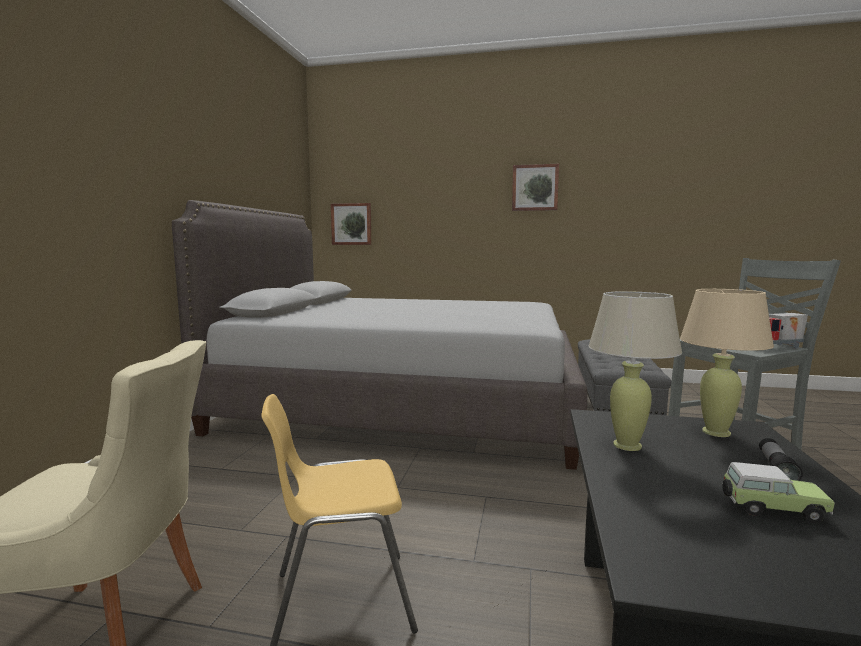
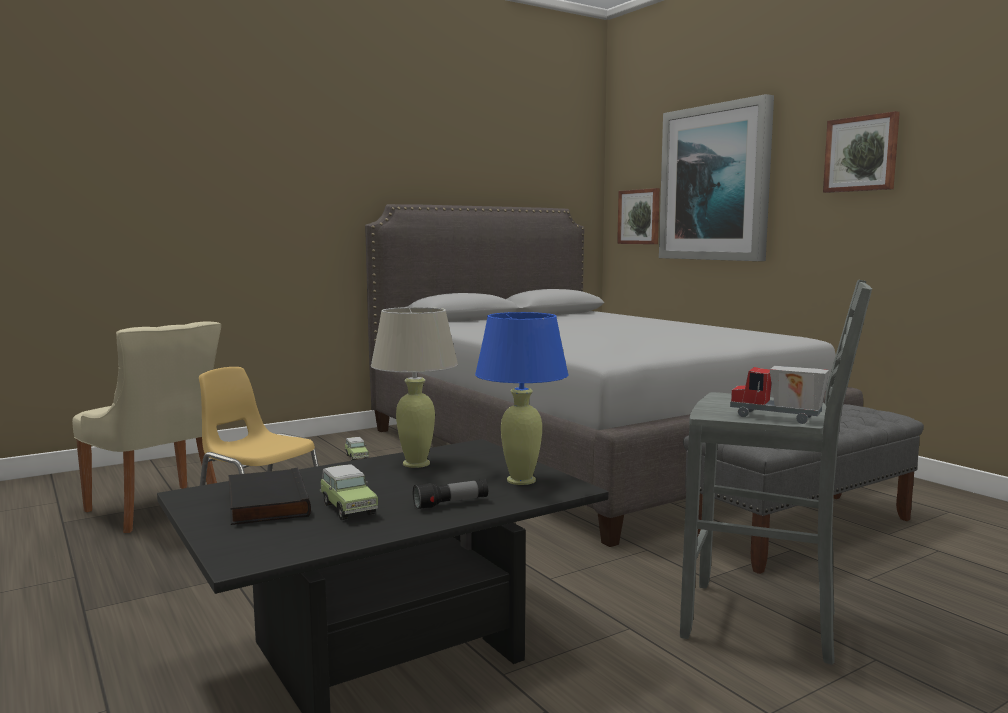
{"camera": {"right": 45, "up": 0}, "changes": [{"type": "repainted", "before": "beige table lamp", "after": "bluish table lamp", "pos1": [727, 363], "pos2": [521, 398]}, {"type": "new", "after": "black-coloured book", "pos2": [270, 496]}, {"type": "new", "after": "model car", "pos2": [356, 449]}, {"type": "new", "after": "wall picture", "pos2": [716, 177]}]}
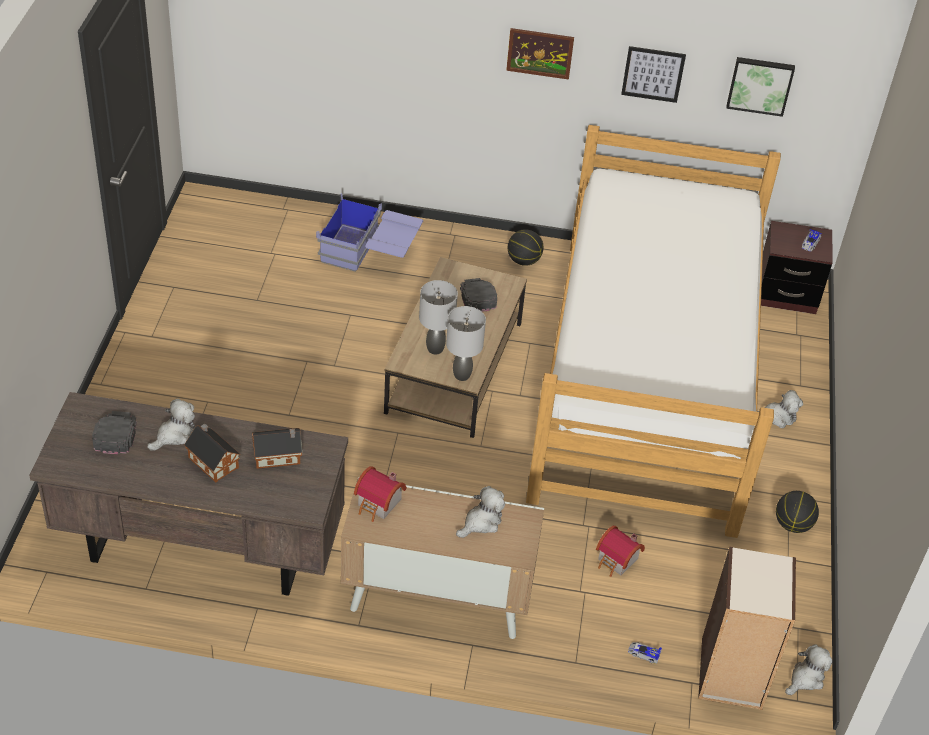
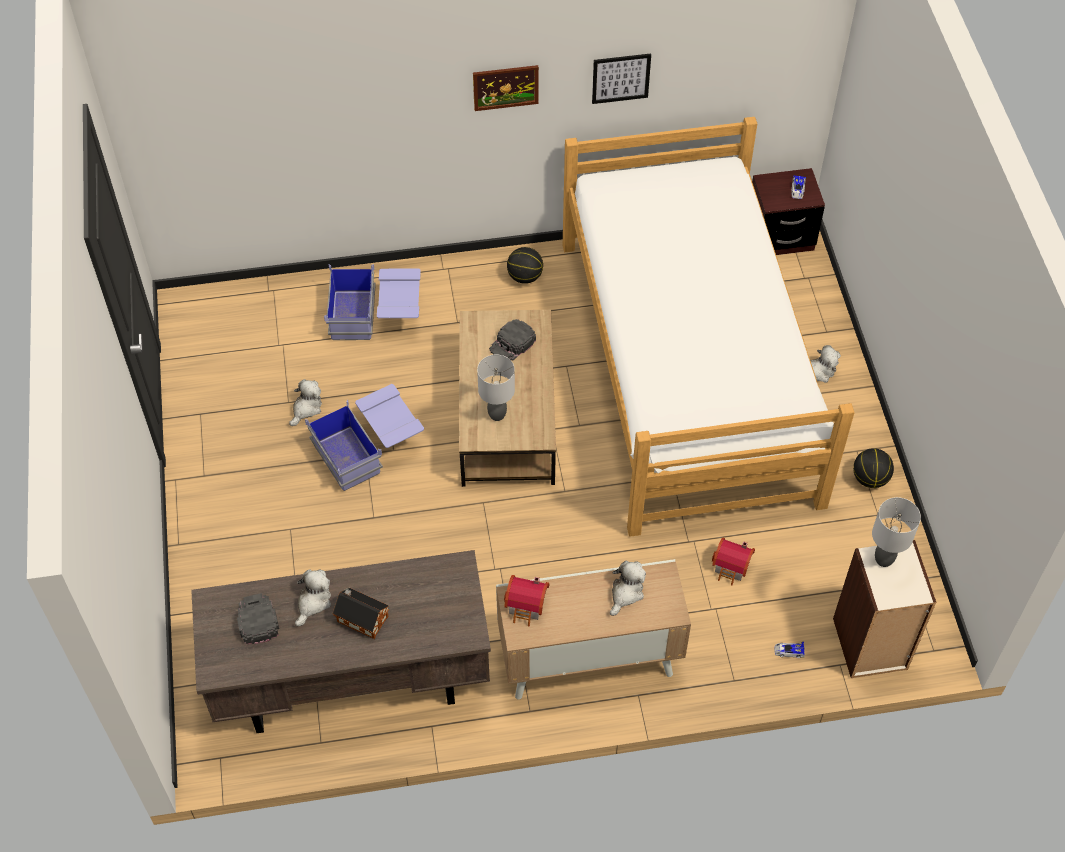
{"camera": {"right": -15, "up": 10}, "changes": [{"type": "gone", "before": "toy house", "pos1": [277, 448]}, {"type": "shifted", "before": "greyish table lamp", "pos1": [466, 343], "pos2": [896, 532]}, {"type": "rotated", "before": "black-coloured cap", "pos1": [478, 295], "pos2": [512, 340], "turn": -105}, {"type": "gone", "before": "wall picture", "pos1": [760, 87]}, {"type": "shifted", "before": "soft toy", "pos1": [808, 669], "pos2": [305, 402]}, {"type": "new", "after": "bluish storage box", "pos2": [364, 437]}]}
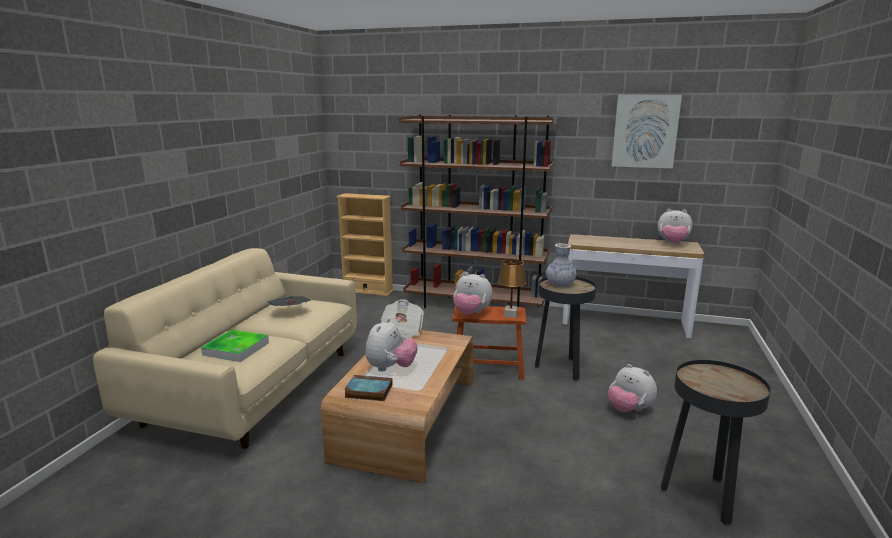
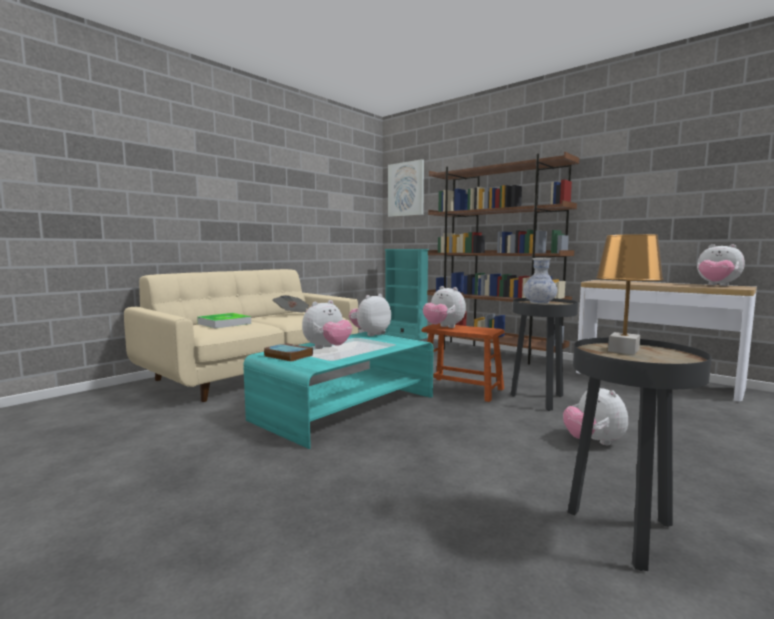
{"camera": {"right": 25, "up": -10}, "changes": [{"type": "repainted", "before": "brownish low table", "after": "blue-green low table", "pos1": [397, 406], "pos2": [338, 390]}, {"type": "repainted", "before": "beige shelving unit", "after": "blue-green shelving unit", "pos1": [365, 244], "pos2": [406, 294]}, {"type": "swapped", "before": "printed paper", "after": "soft toy", "pos1": [402, 319], "pos2": [370, 315]}, {"type": "shifted", "before": "brownish table lamp", "pos1": [512, 288], "pos2": [630, 294]}, {"type": "shifted", "before": "wall picture", "pos1": [647, 131], "pos2": [406, 188]}]}
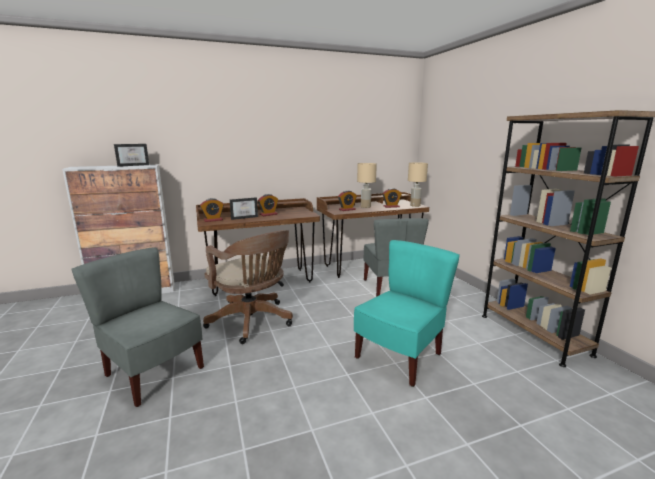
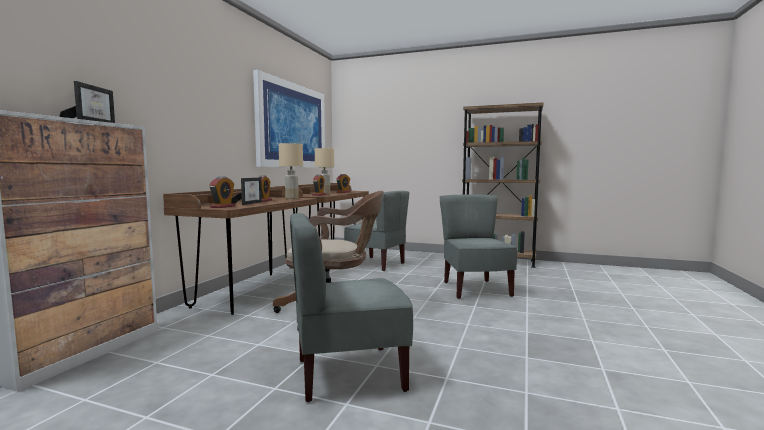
{"camera": {"right": -50, "up": -10}, "changes": [{"type": "repainted", "before": "blue-green upright chair", "after": "greyish upright chair", "pos1": [407, 313], "pos2": [478, 246]}, {"type": "shifted", "before": "beige table lamp", "pos1": [418, 184], "pos2": [291, 171]}, {"type": "new", "after": "wall picture", "pos2": [289, 119]}]}
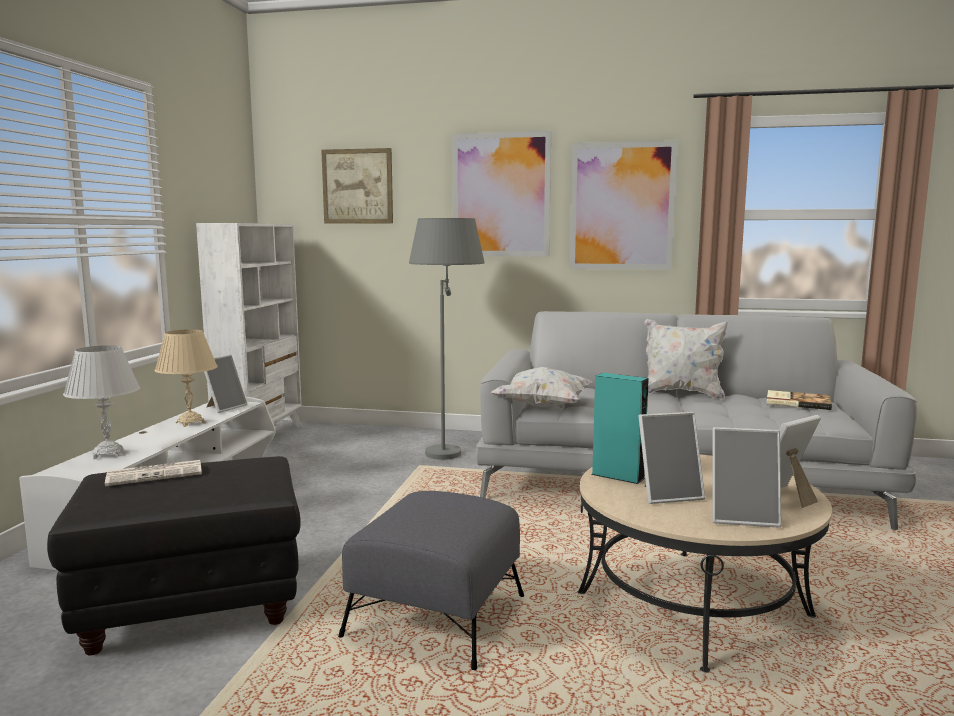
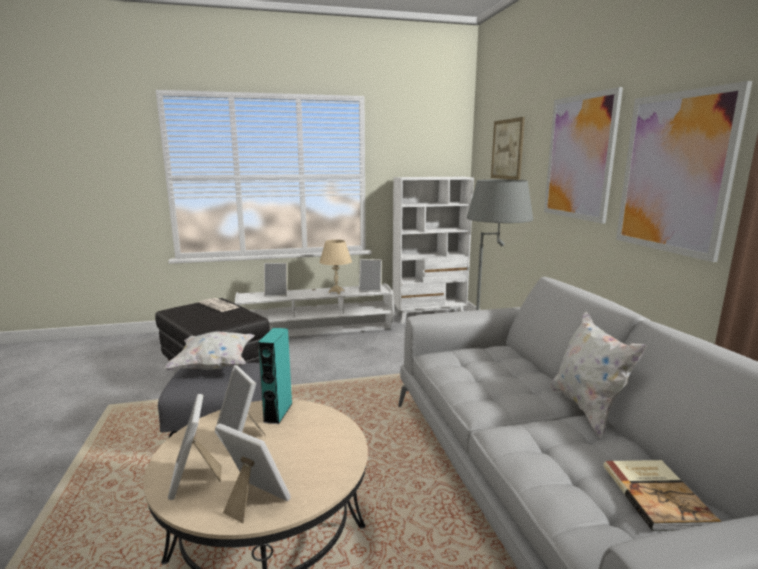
{"camera": {"right": 65, "up": 5}, "changes": [{"type": "swapped", "before": "white-coloured table lamp", "after": "picture frame", "pos1": [101, 402], "pos2": [275, 279]}, {"type": "shifted", "before": "white-coloured pillow", "pos1": [541, 387], "pos2": [209, 350]}]}
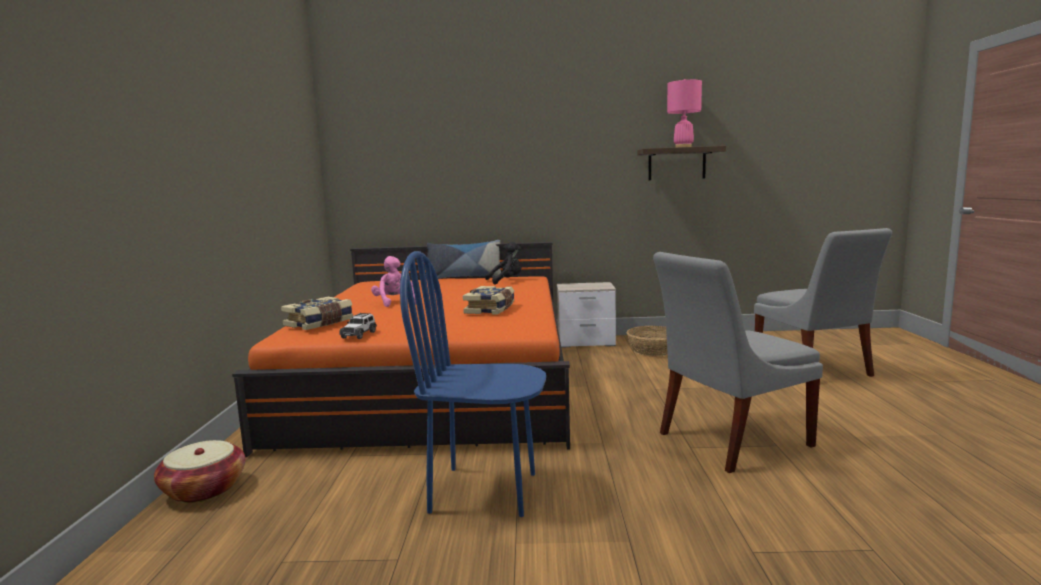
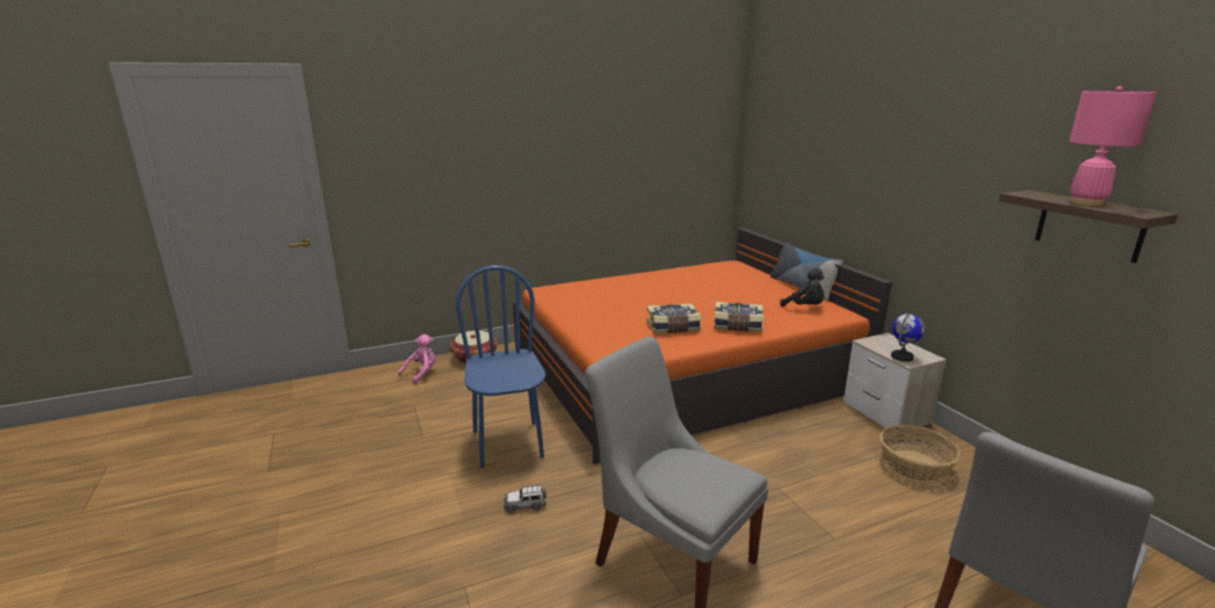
{"camera": {"right": 65, "up": 10}, "changes": [{"type": "shifted", "before": "book", "pos1": [317, 313], "pos2": [739, 317]}, {"type": "shifted", "before": "model car", "pos1": [358, 326], "pos2": [525, 499]}, {"type": "shifted", "before": "pink-coloured soft toy", "pos1": [393, 281], "pos2": [417, 359]}, {"type": "new", "after": "globe", "pos2": [908, 337]}]}
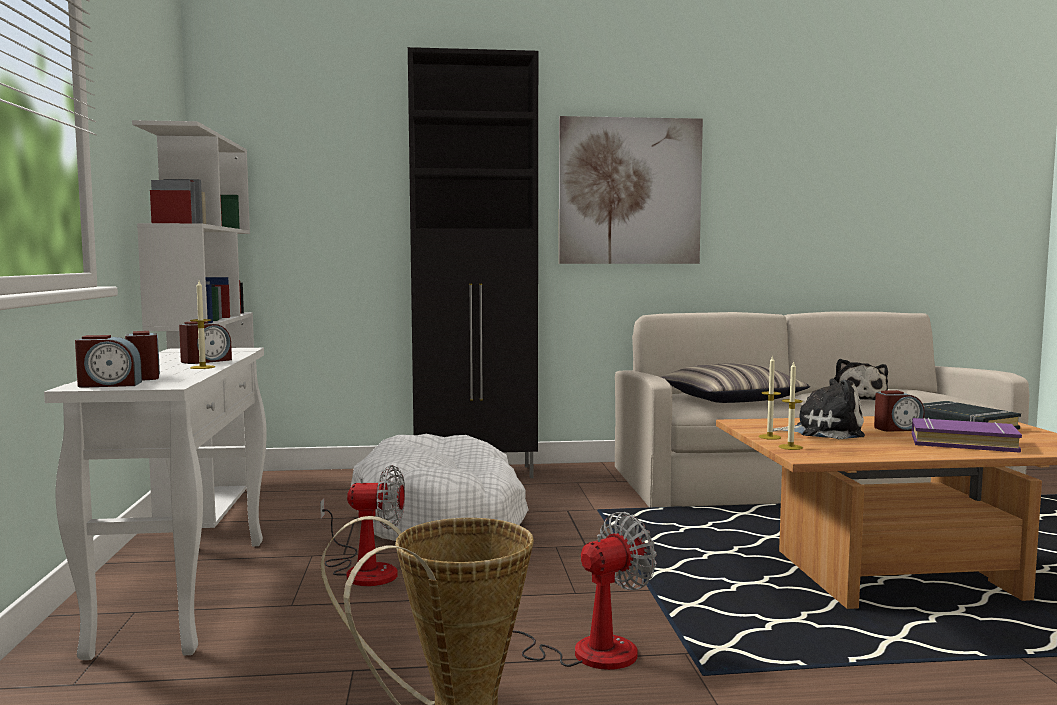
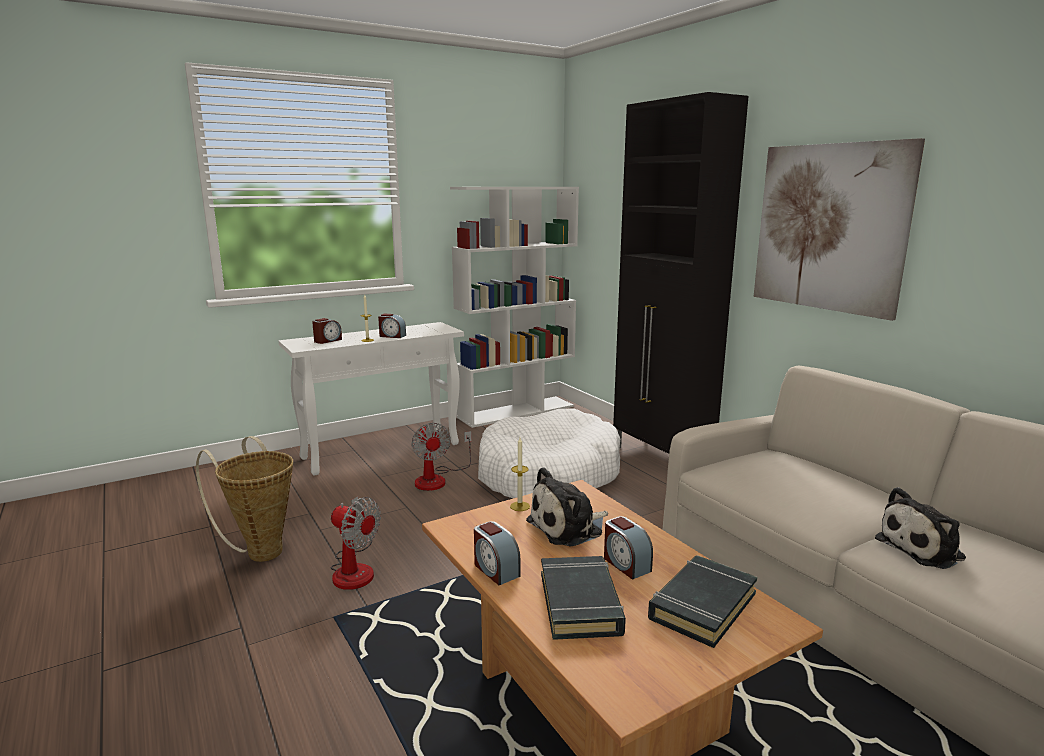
{"camera": {"right": 65, "up": 10}, "changes": [{"type": "shifted", "before": "table clock", "pos1": [108, 361], "pos2": [497, 553]}, {"type": "gone", "before": "pillow", "pos1": [735, 383]}, {"type": "rotated", "before": "soft toy", "pos1": [819, 409], "pos2": [567, 507], "turn": 75}, {"type": "gone", "before": "wax light", "pos1": [791, 405]}, {"type": "repainted", "before": "purple book", "after": "black-coloured book", "pos1": [967, 435], "pos2": [583, 598]}]}
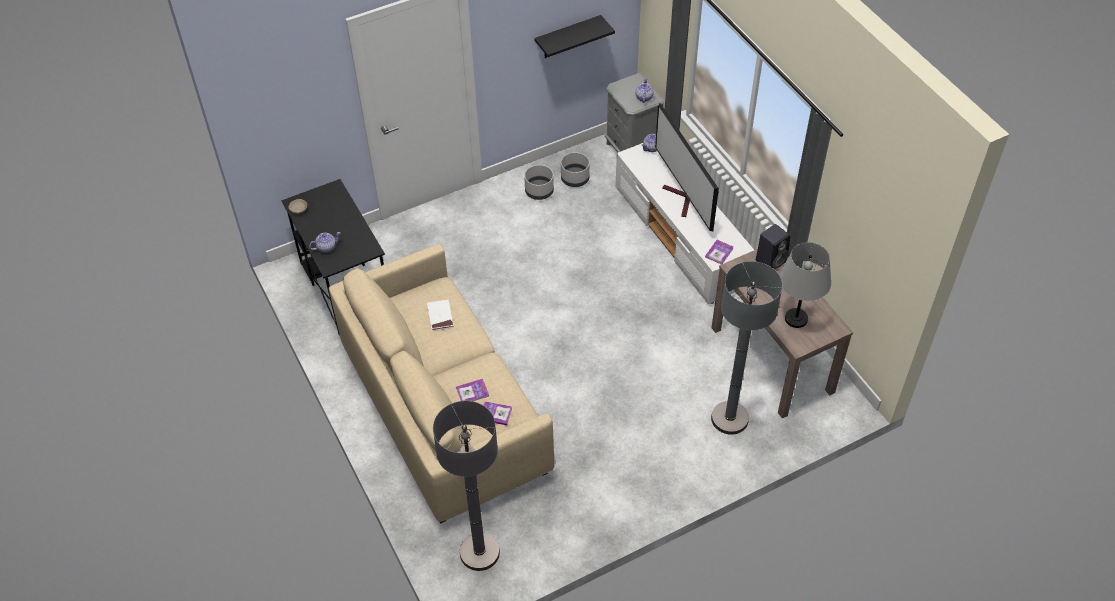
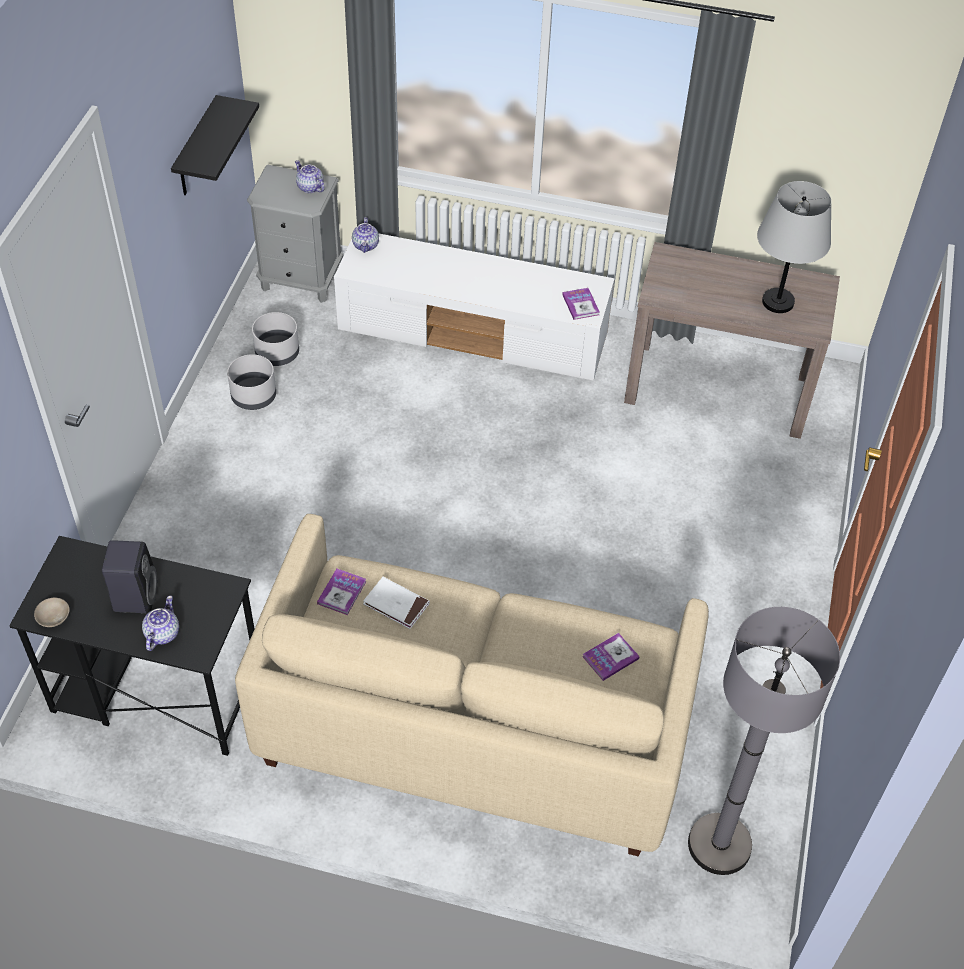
{"camera": {"right": -50, "up": 0}, "changes": [{"type": "shifted", "before": "book", "pos1": [472, 390], "pos2": [342, 592]}, {"type": "gone", "before": "TV set", "pos1": [687, 167]}, {"type": "gone", "before": "greyish standing lamp", "pos1": [747, 348]}, {"type": "shifted", "before": "black-coloured audio speaker", "pos1": [773, 247], "pos2": [130, 576]}]}
